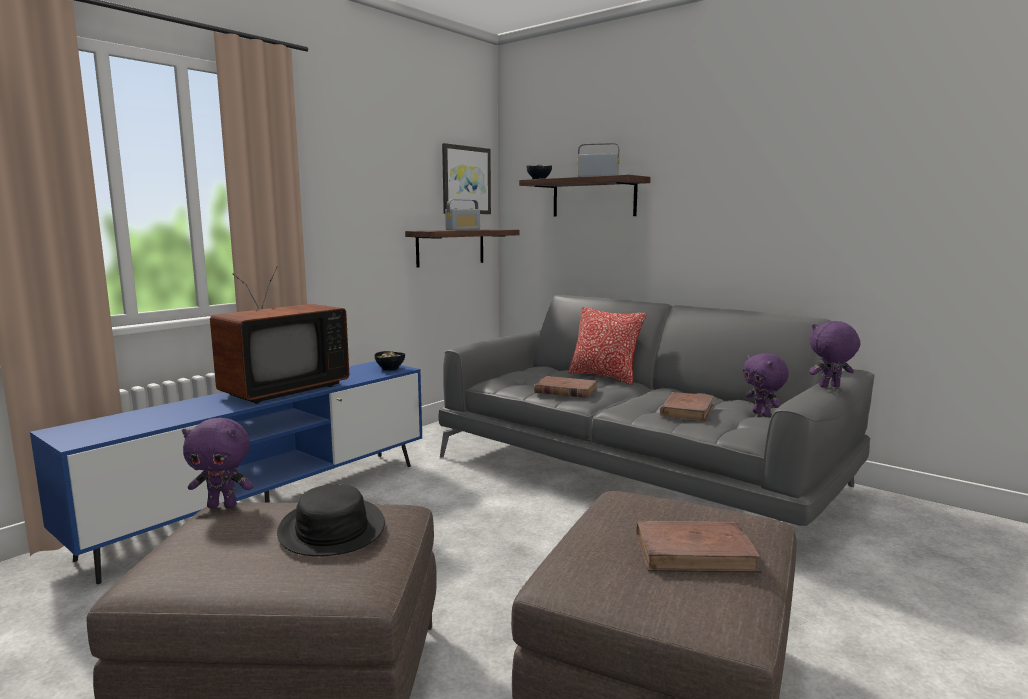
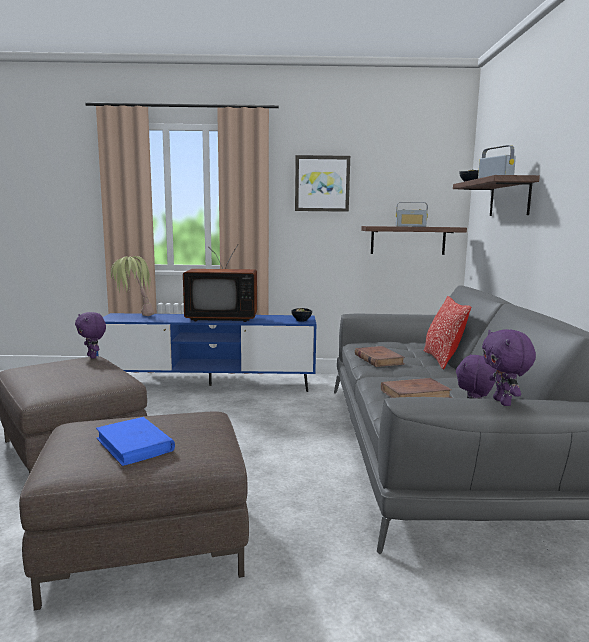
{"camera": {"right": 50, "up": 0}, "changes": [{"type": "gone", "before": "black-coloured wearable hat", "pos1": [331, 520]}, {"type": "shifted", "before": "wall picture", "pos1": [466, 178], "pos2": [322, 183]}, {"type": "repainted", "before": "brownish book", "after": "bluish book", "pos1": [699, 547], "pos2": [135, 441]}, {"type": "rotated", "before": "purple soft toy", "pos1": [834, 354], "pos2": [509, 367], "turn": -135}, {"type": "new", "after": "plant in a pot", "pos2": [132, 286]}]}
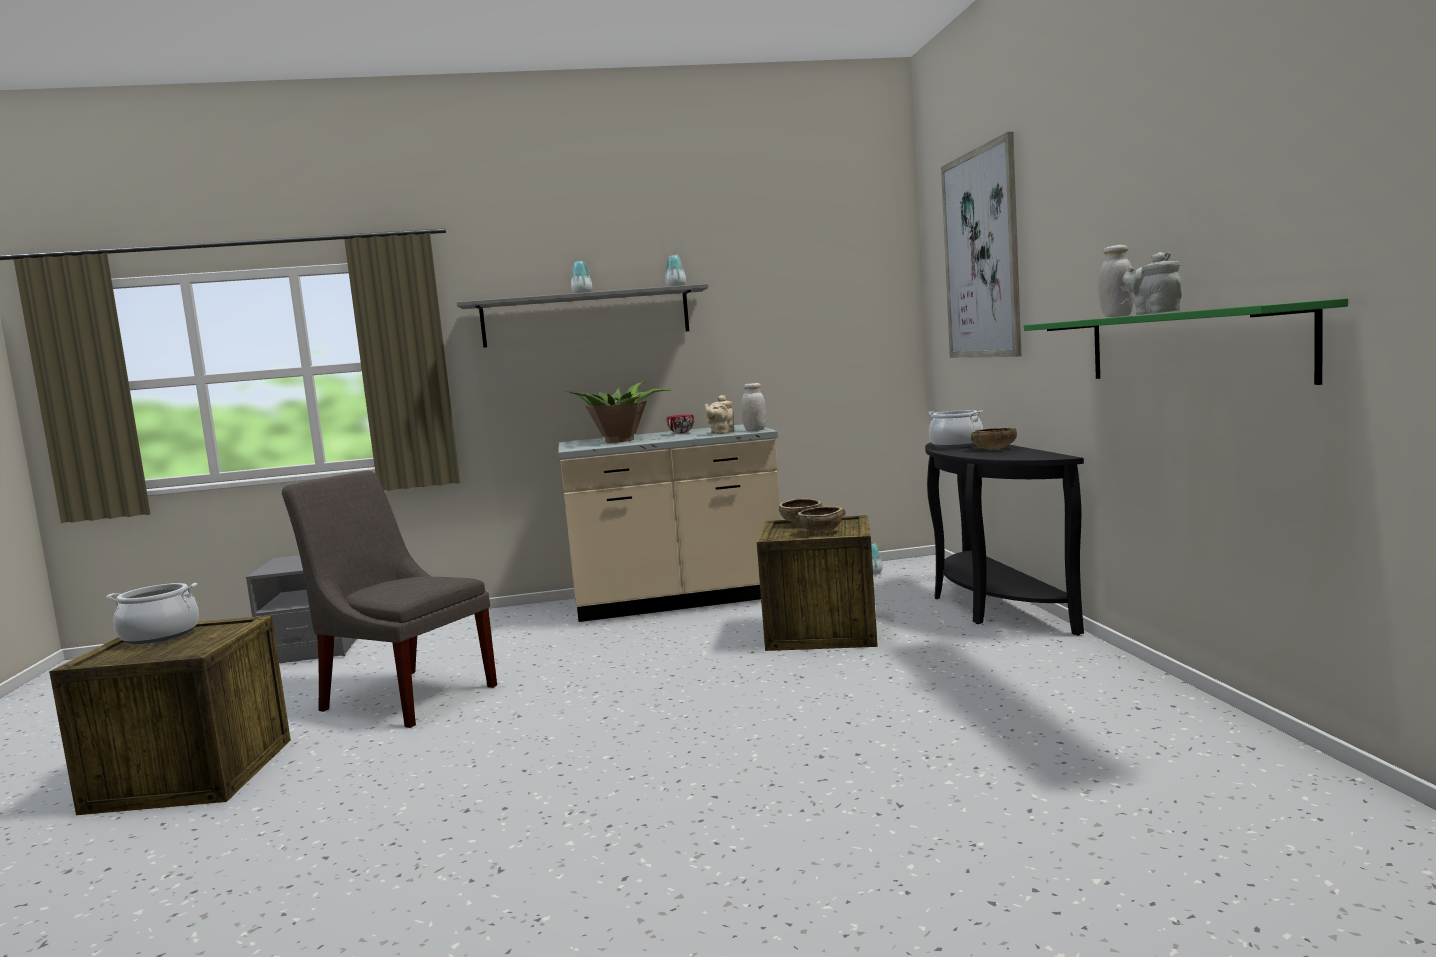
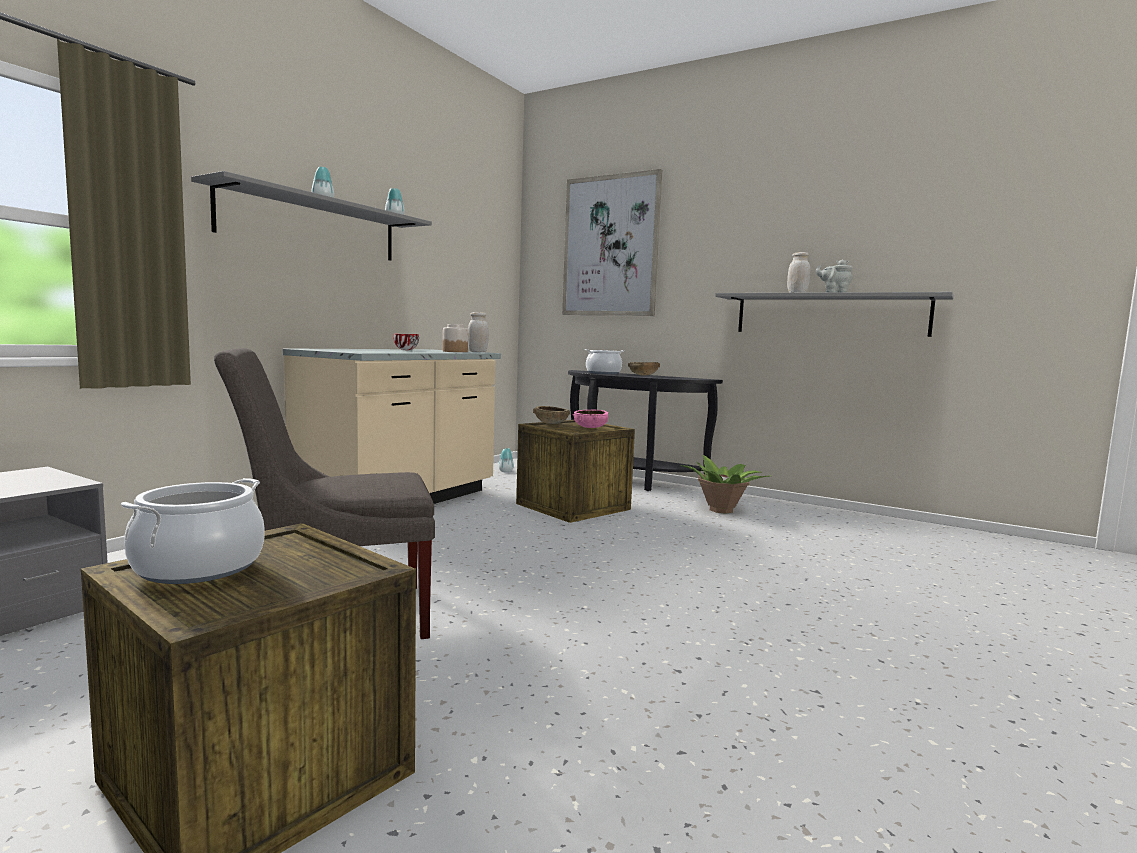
{"camera": {"right": -50, "up": 0}, "changes": [{"type": "shifted", "before": "plant in a pot", "pos1": [618, 412], "pos2": [726, 484]}, {"type": "swapped", "before": "beige pot for tea", "after": "jar", "pos1": [719, 414], "pos2": [455, 338]}, {"type": "repainted", "before": "brownish deep dish", "after": "pink-coloured deep dish", "pos1": [821, 519], "pos2": [590, 419]}, {"type": "repainted", "before": "green wall shelf", "after": "greyish wall shelf", "pos1": [1186, 341], "pos2": [834, 314]}]}
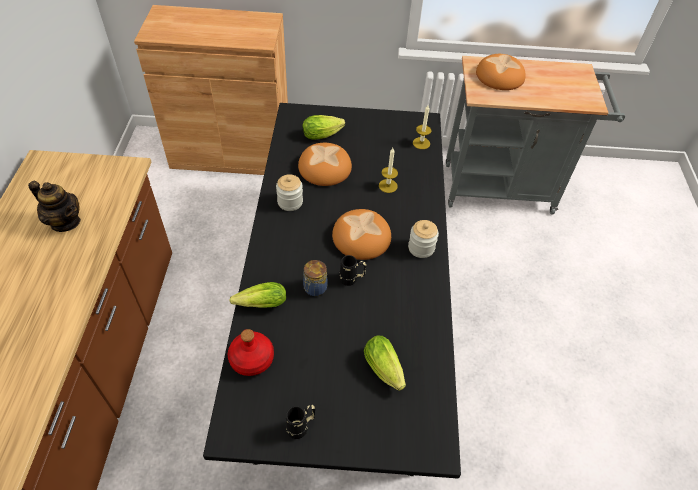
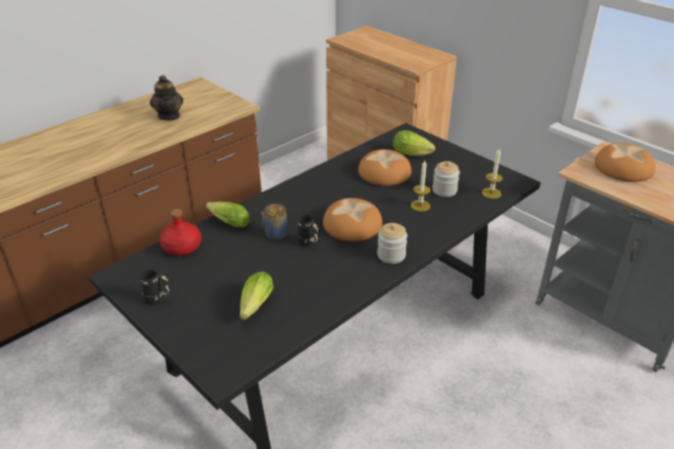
{"camera": {"right": 45, "up": -15}, "changes": [{"type": "shifted", "before": "jar", "pos1": [289, 192], "pos2": [446, 179]}]}
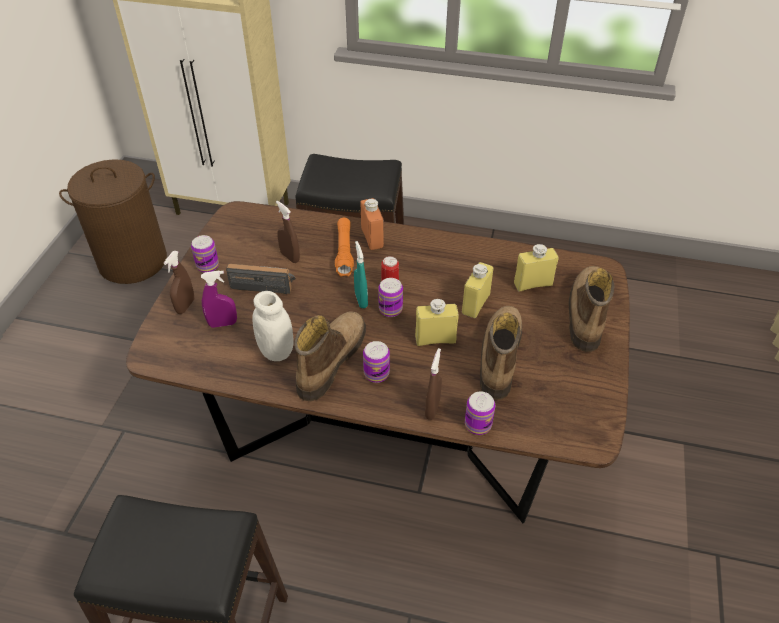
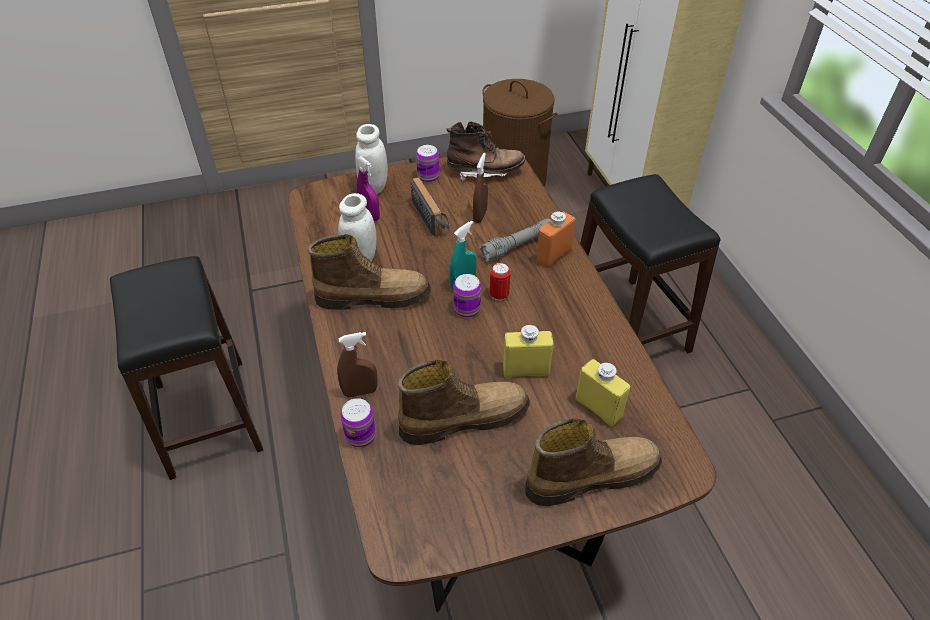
{"camera": {"right": 60, "up": 0}, "changes": [{"type": "swapped", "before": "brownish hand sprayer", "after": "white-coloured jar", "pos1": [179, 282], "pos2": [371, 159]}, {"type": "repainted", "before": "orange torch", "after": "greyish torch", "pos1": [344, 247], "pos2": [515, 240]}, {"type": "gone", "before": "metal can", "pos1": [376, 362]}, {"type": "gone", "before": "yellow-coloured bottle", "pos1": [437, 322]}, {"type": "new", "after": "brownish high-top boot", "pos2": [485, 151]}]}
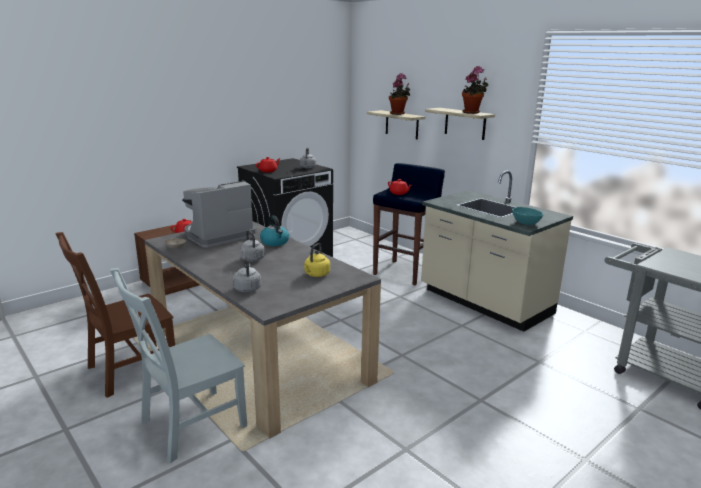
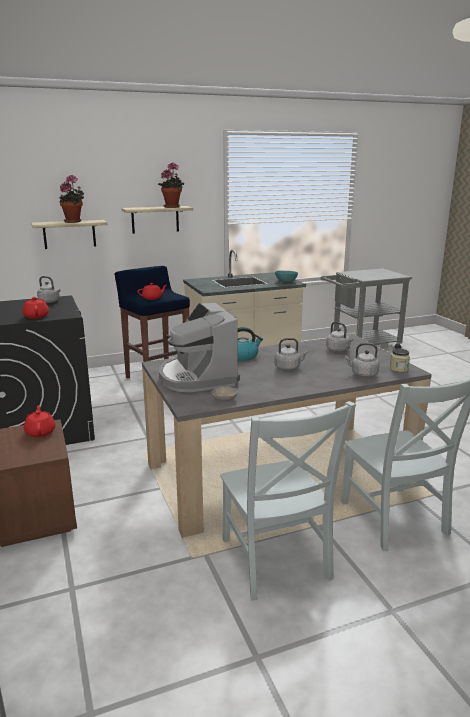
{"camera": {"right": -70, "up": 0}, "changes": [{"type": "repainted", "before": "brownish upright chair", "after": "greyish upright chair", "pos1": [115, 315], "pos2": [288, 500]}, {"type": "repainted", "before": "yellow-coloured water kettle", "after": "greyish water kettle", "pos1": [317, 260], "pos2": [340, 337]}, {"type": "new", "after": "jar", "pos2": [400, 360]}]}
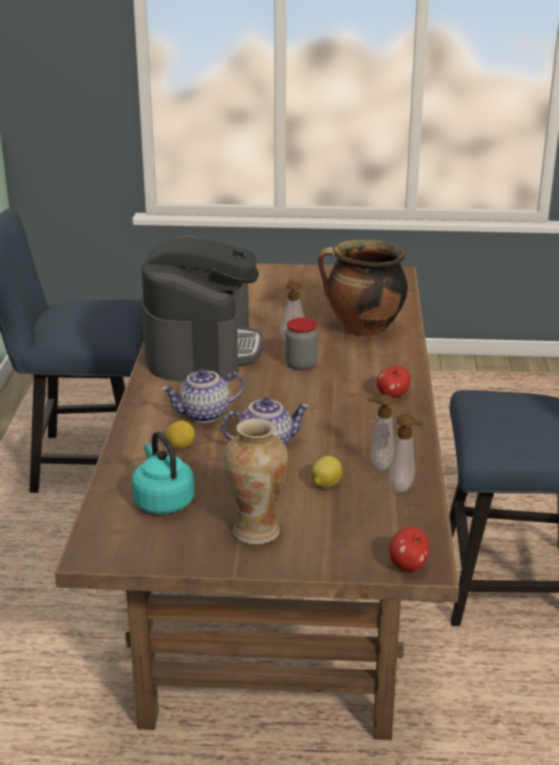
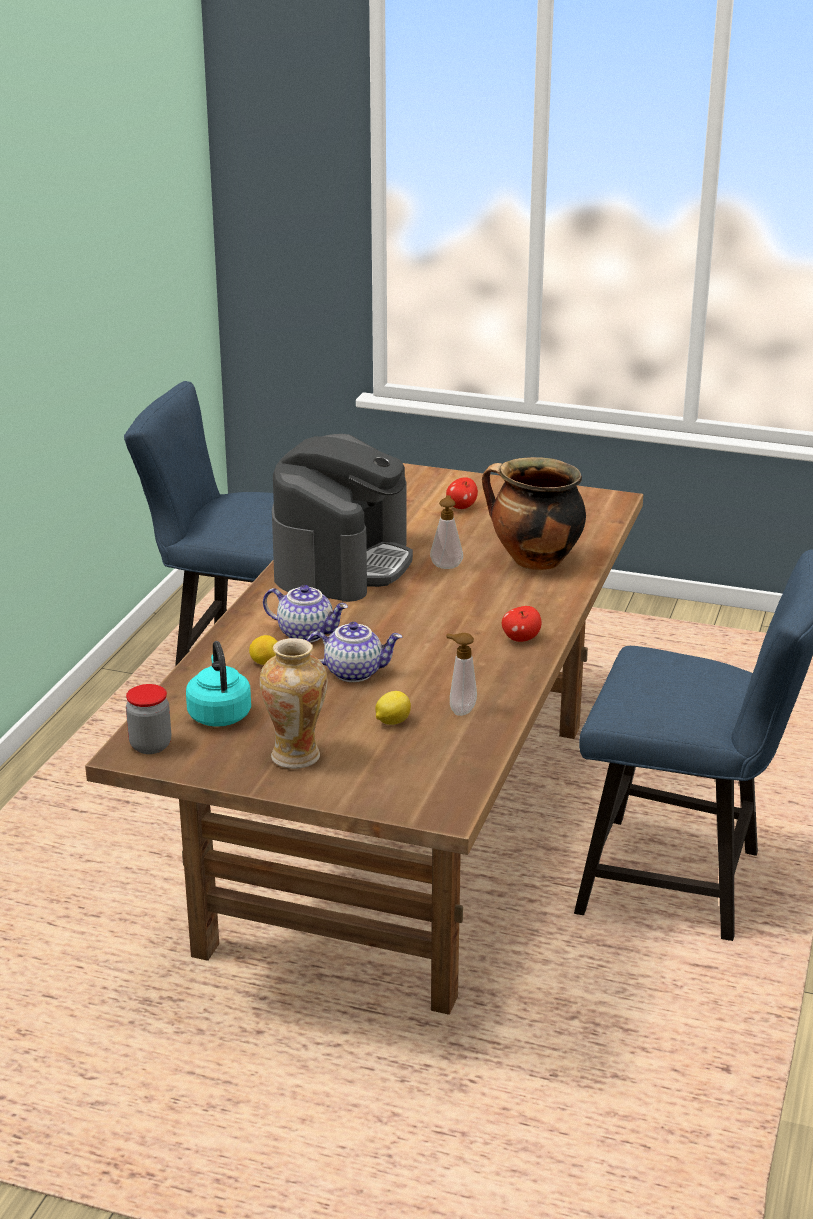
{"camera": {"right": 15, "up": 0}, "changes": [{"type": "rotated", "before": "pot for tea", "pos1": [203, 396], "pos2": [305, 614], "turn": -150}, {"type": "shifted", "before": "jar", "pos1": [301, 344], "pos2": [148, 719]}, {"type": "shifted", "before": "apple", "pos1": [409, 549], "pos2": [462, 493]}, {"type": "gone", "before": "soap dispenser", "pos1": [406, 453]}]}
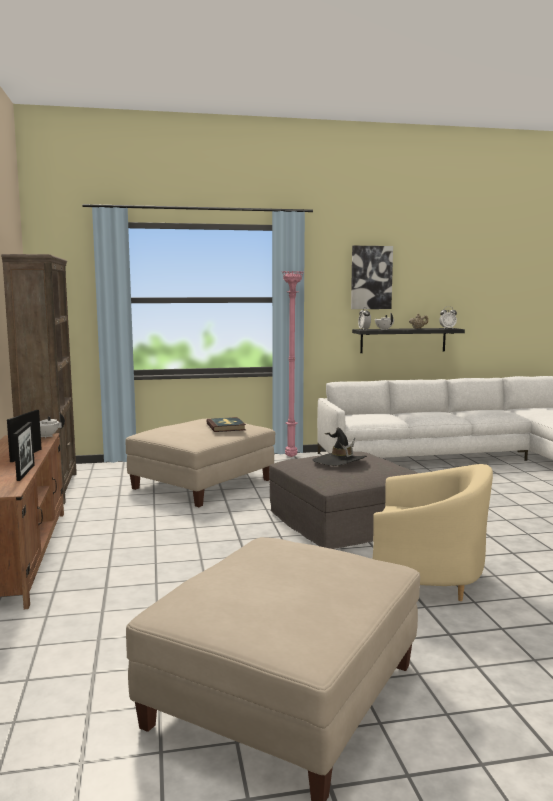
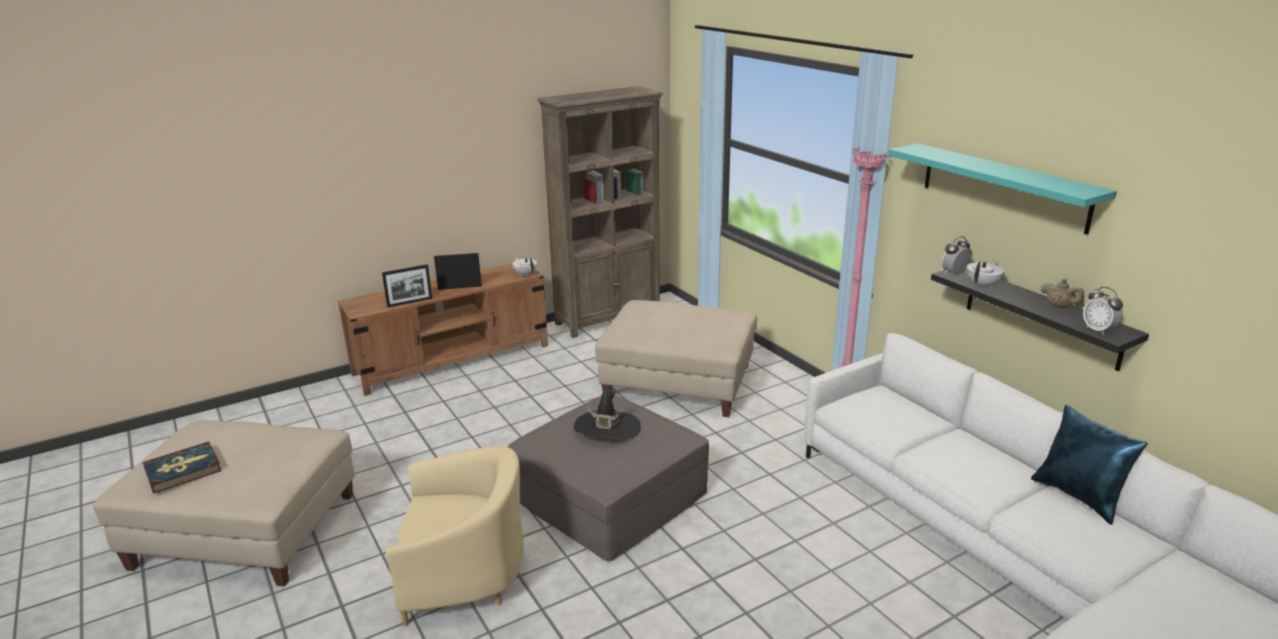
{"camera": {"right": 70, "up": 15}, "changes": [{"type": "shifted", "before": "book", "pos1": [226, 424], "pos2": [182, 468]}, {"type": "swapped", "before": "wall picture", "after": "blue-green wall shelf", "pos1": [372, 277], "pos2": [1002, 189]}, {"type": "rotated", "before": "beige easy chair", "pos1": [433, 532], "pos2": [455, 536], "turn": -90}, {"type": "new", "after": "bluish pillow", "pos2": [1089, 465]}]}
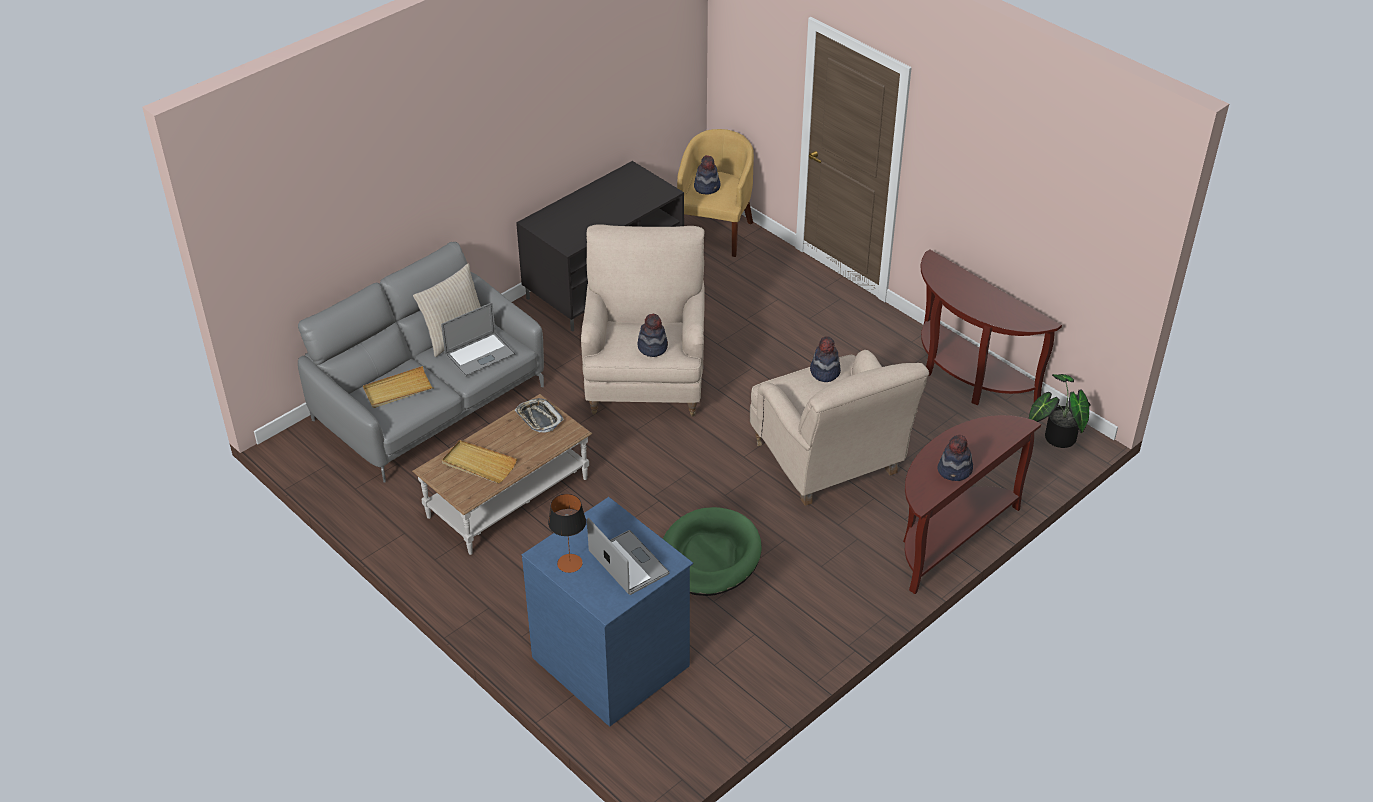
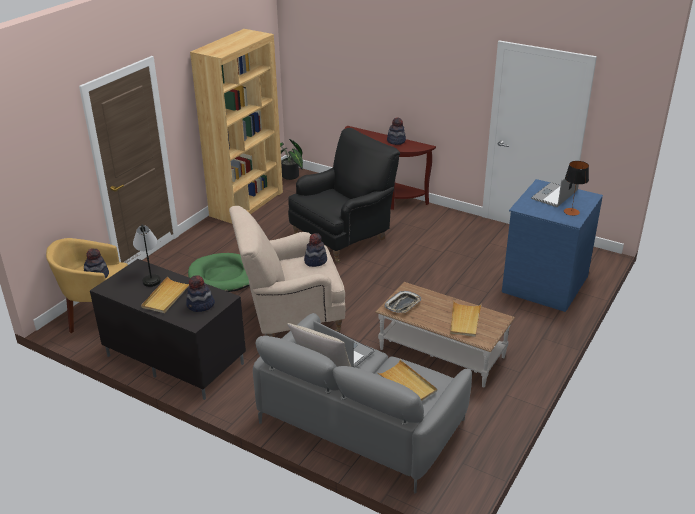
{"camera": {"right": -105, "up": -10}, "changes": [{"type": "shifted", "before": "green pet bed", "pos1": [712, 551], "pos2": [219, 272]}, {"type": "repainted", "before": "beige easy chair", "after": "black-coloured easy chair", "pos1": [839, 428], "pos2": [344, 195]}, {"type": "shifted", "before": "wearable hat", "pos1": [825, 359], "pos2": [200, 293]}, {"type": "swapped", "before": "brownish narrow table", "after": "brownish shelving unit", "pos1": [991, 327], "pos2": [236, 126]}, {"type": "new", "after": "table lamp", "pos2": [147, 255]}, {"type": "new", "after": "beige carrying tray", "pos2": [165, 294]}]}
